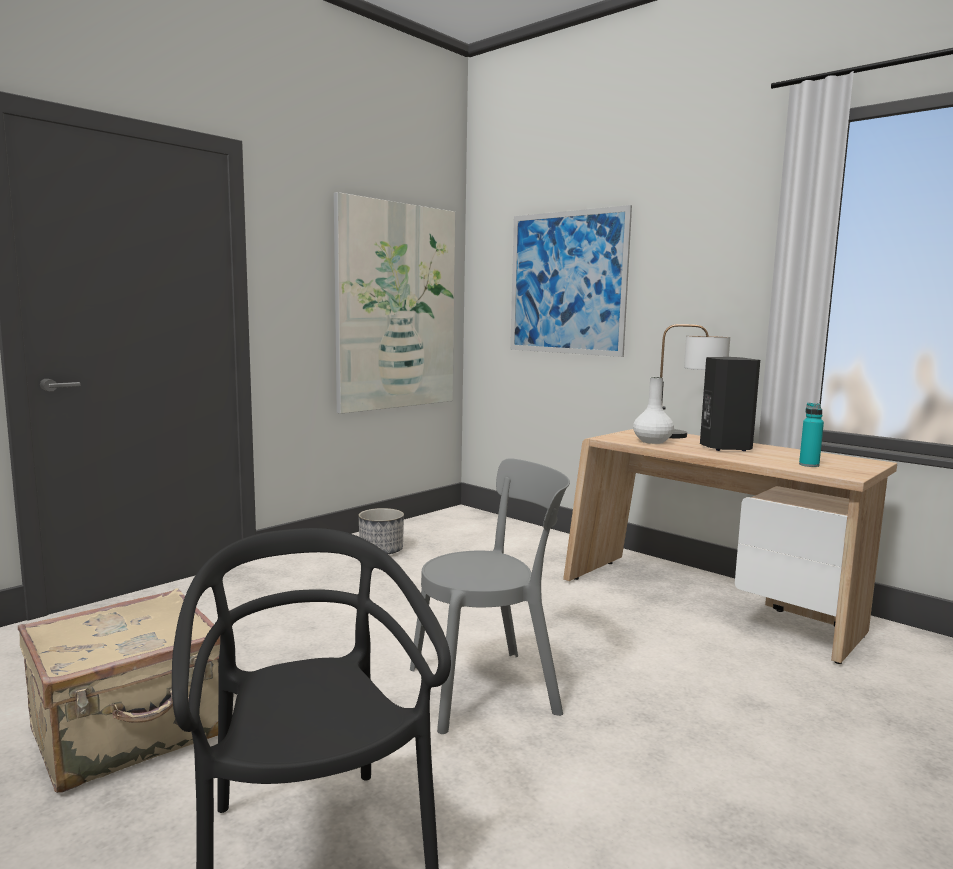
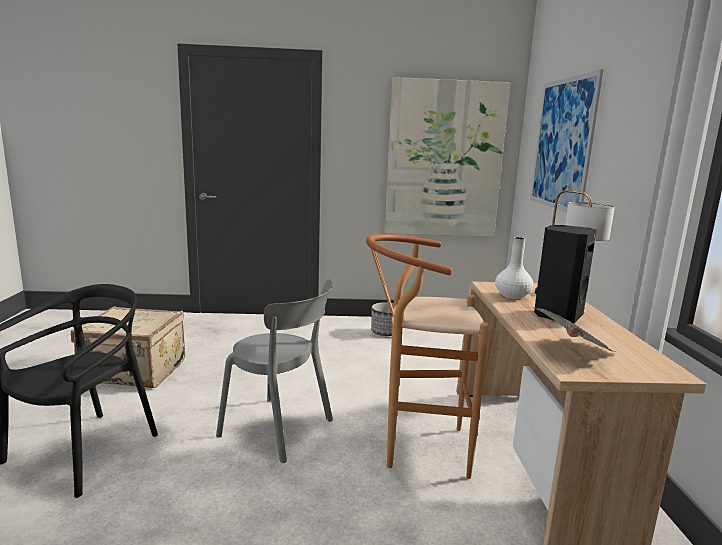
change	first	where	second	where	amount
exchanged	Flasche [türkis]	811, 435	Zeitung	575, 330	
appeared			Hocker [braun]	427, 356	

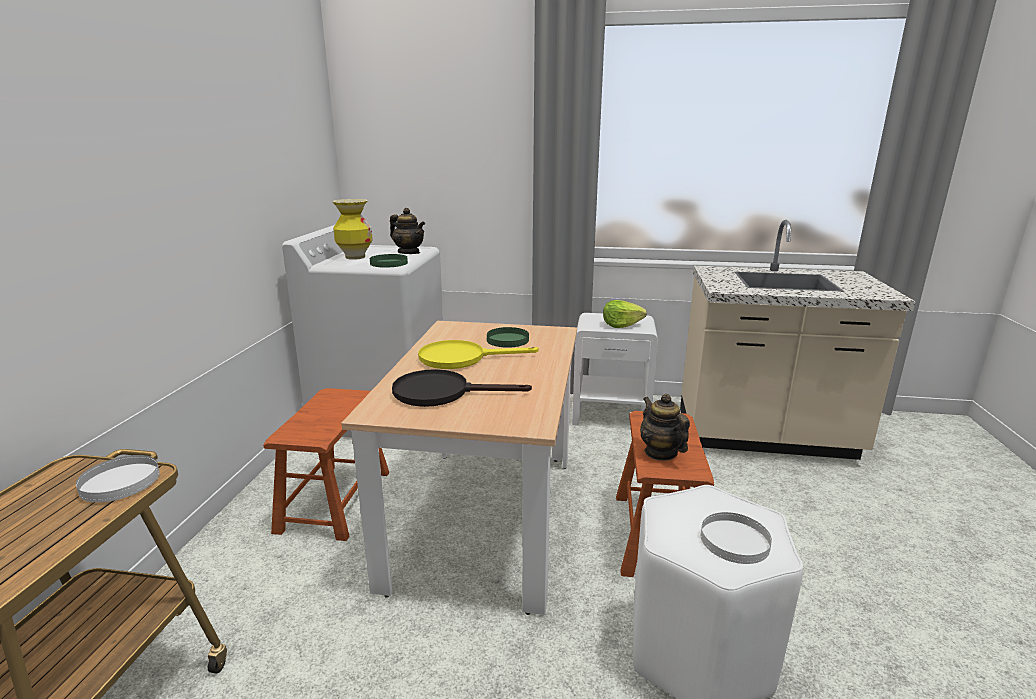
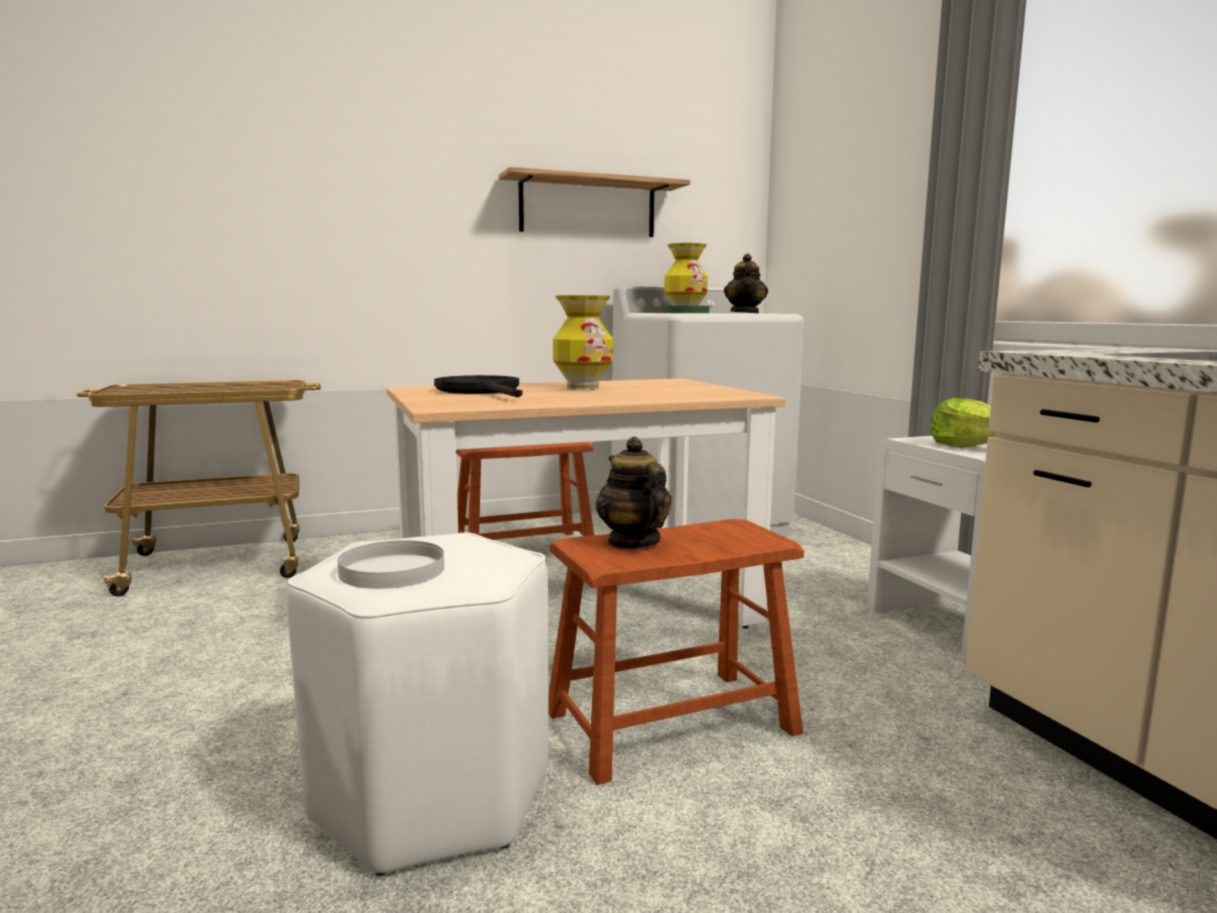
change	first	where	second	where	amount
missing	Teller [grün]	508, 337			
exchanged	Pfanne [gelb]	478, 354	Vase	583, 342	
spun	Teekanne	665, 427		634, 493	60 degrees counterclockwise
missing	Teller [weiß]	118, 478			
appeared			Wandregal	594, 202	

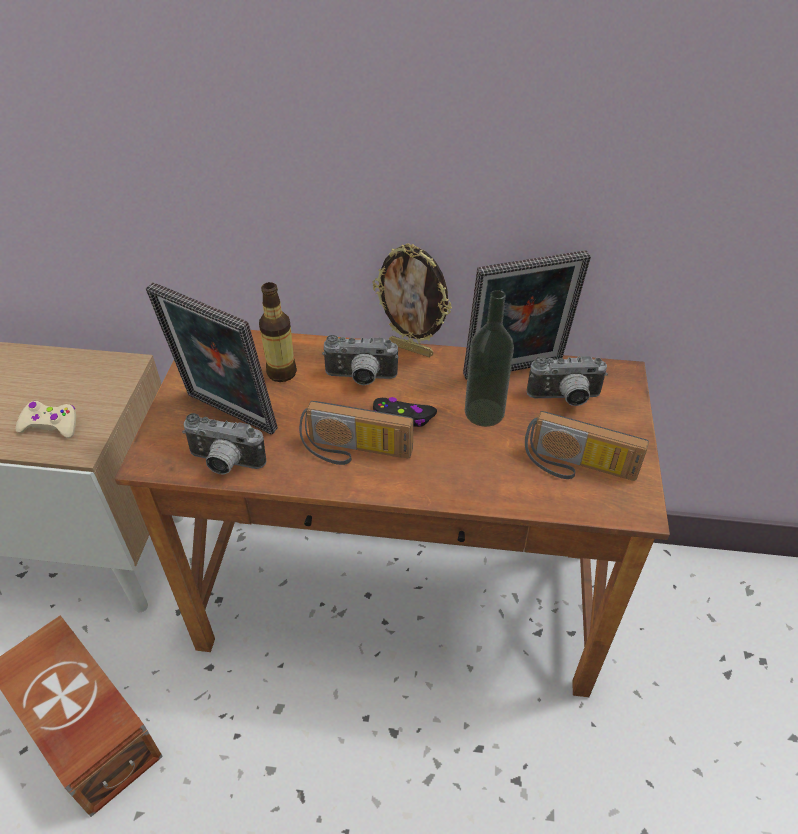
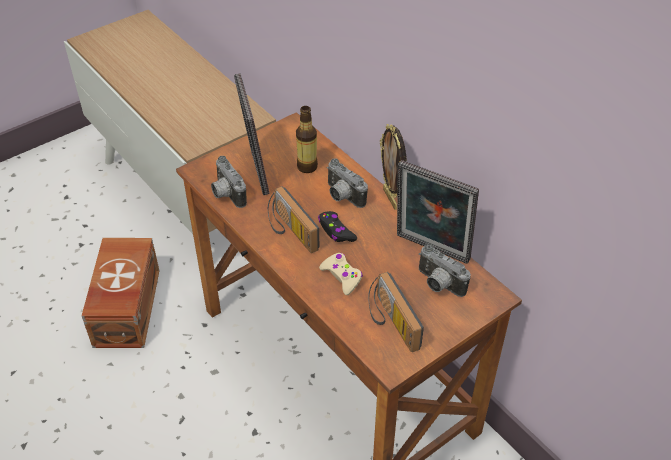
change	first	where	second	where	amount
missing	Flasche	489, 358			
relocated	Gamepad [beige]	46, 419		341, 274	

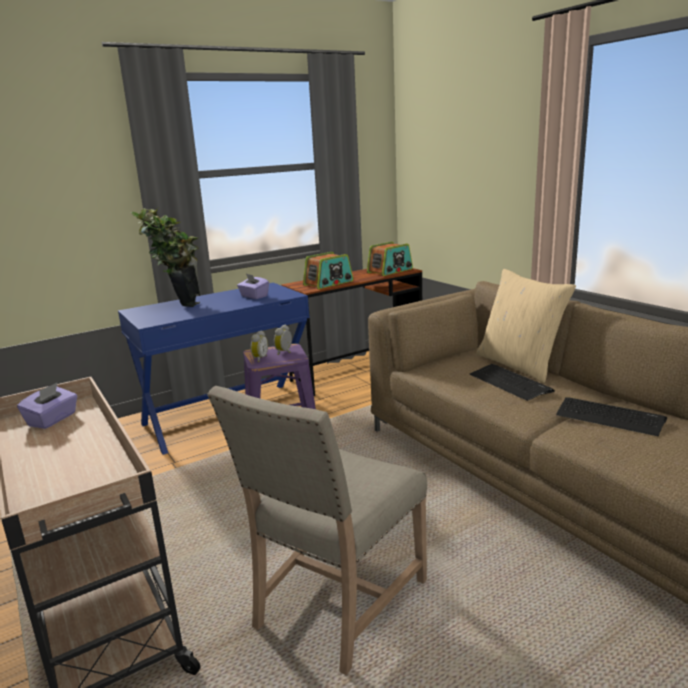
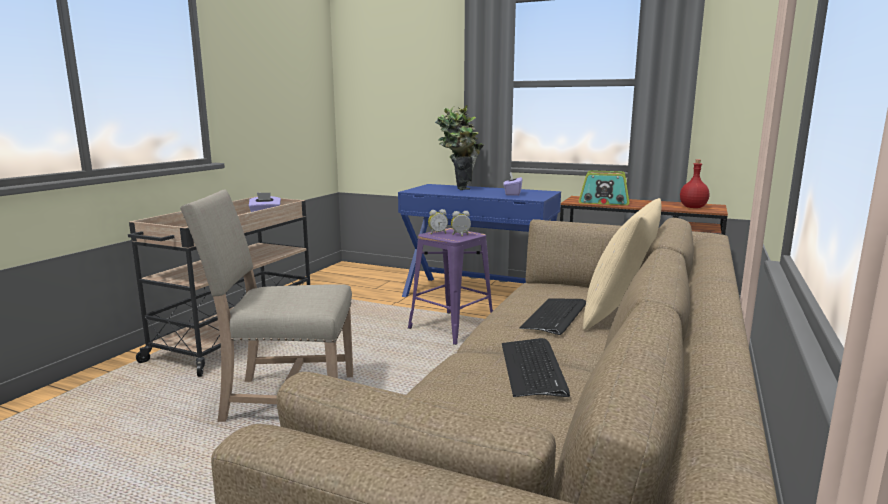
change	first	where	second	where	amount
exchanged	Radio	390, 259	Flasche [rot]	694, 184	

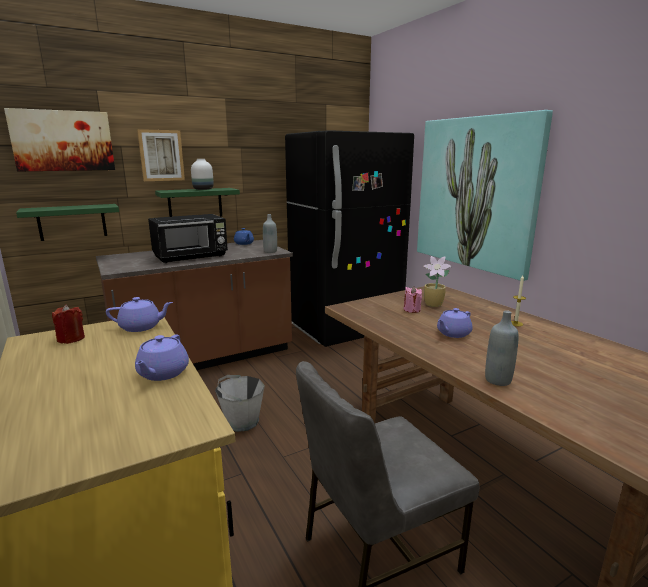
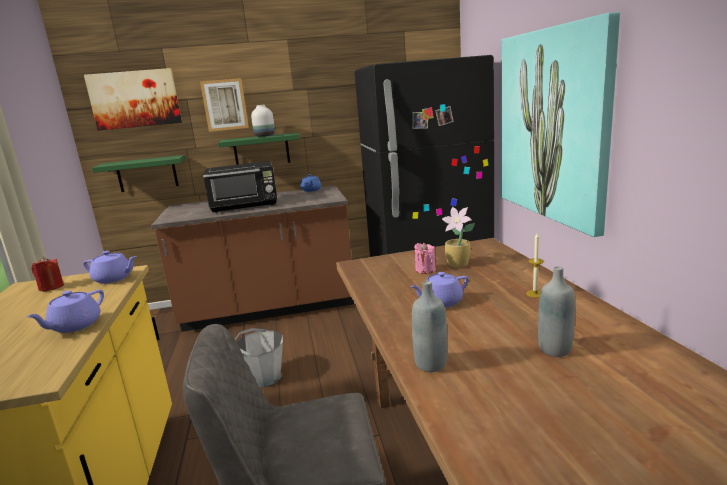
change	first	where	second	where	amount
relocated	Flasche [grau]	270, 233		556, 311	

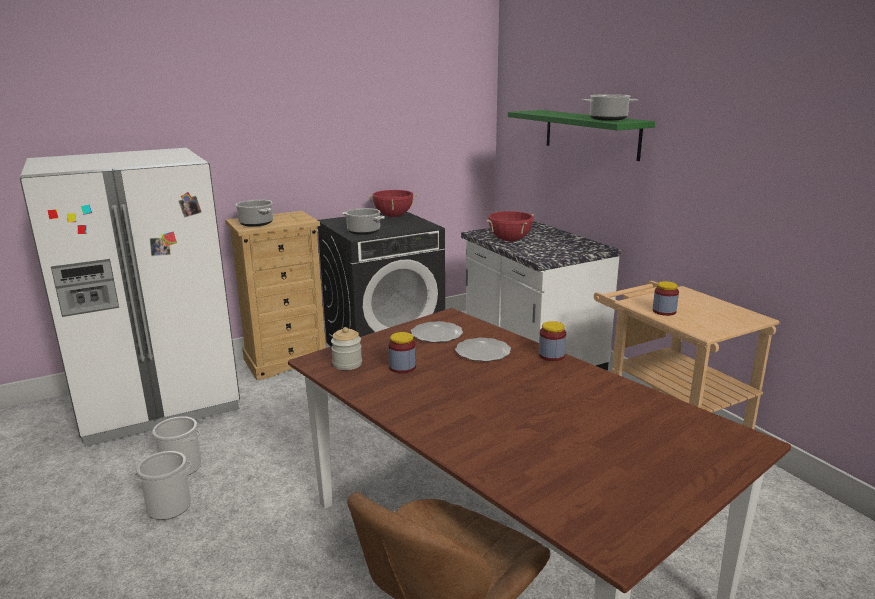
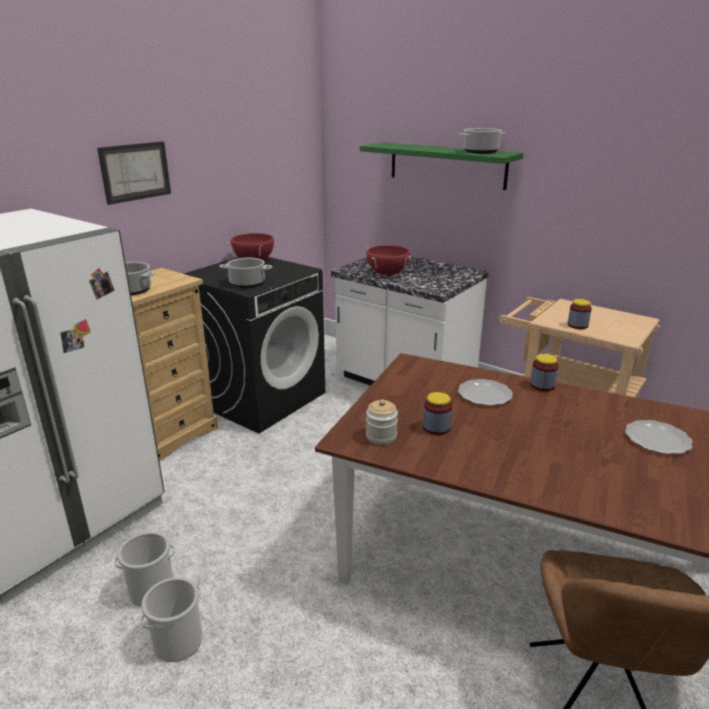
change	first	where	second	where	amount
relocated	Teller	437, 332		659, 437	
appeared			Bild	134, 173	

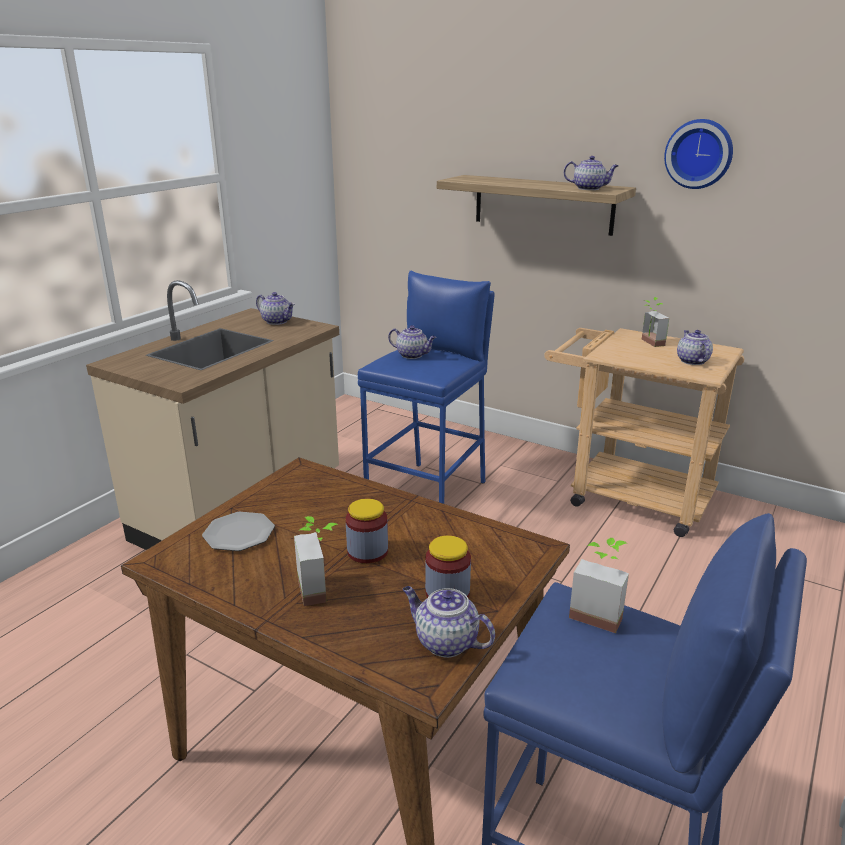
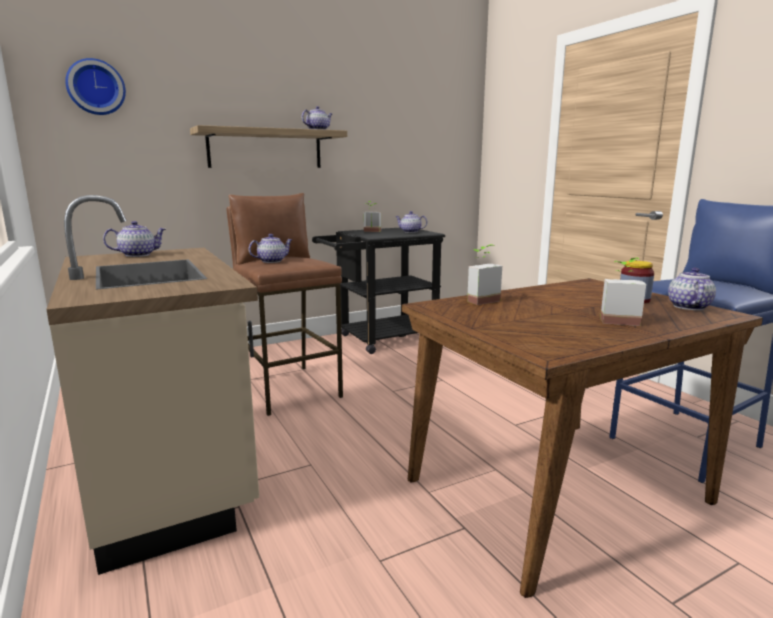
change	first	where	second	where	amount
relocated	Wanduhr	698, 154		95, 86	
colour	Hocker [blau]	426, 387	Hocker [braun]	285, 304	
colour	Rollwagen [beige]	644, 432	Rollwagen [schwarz]	378, 291	
missing	Vorratsglas	367, 531			
missing	Teller	238, 531			
relocated	Topfpflanze	599, 585		484, 274	
spun	Teekanne	449, 622		692, 289	135 degrees clockwise

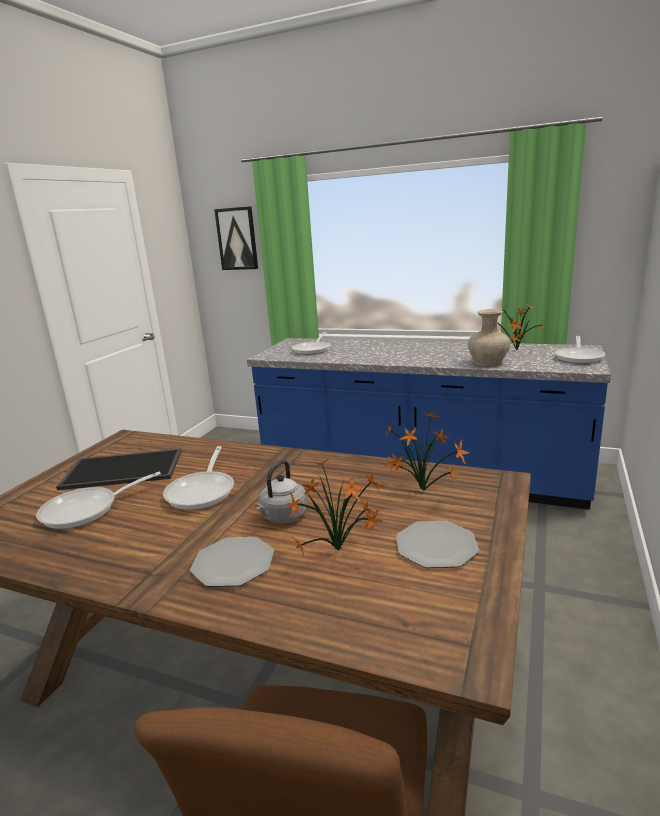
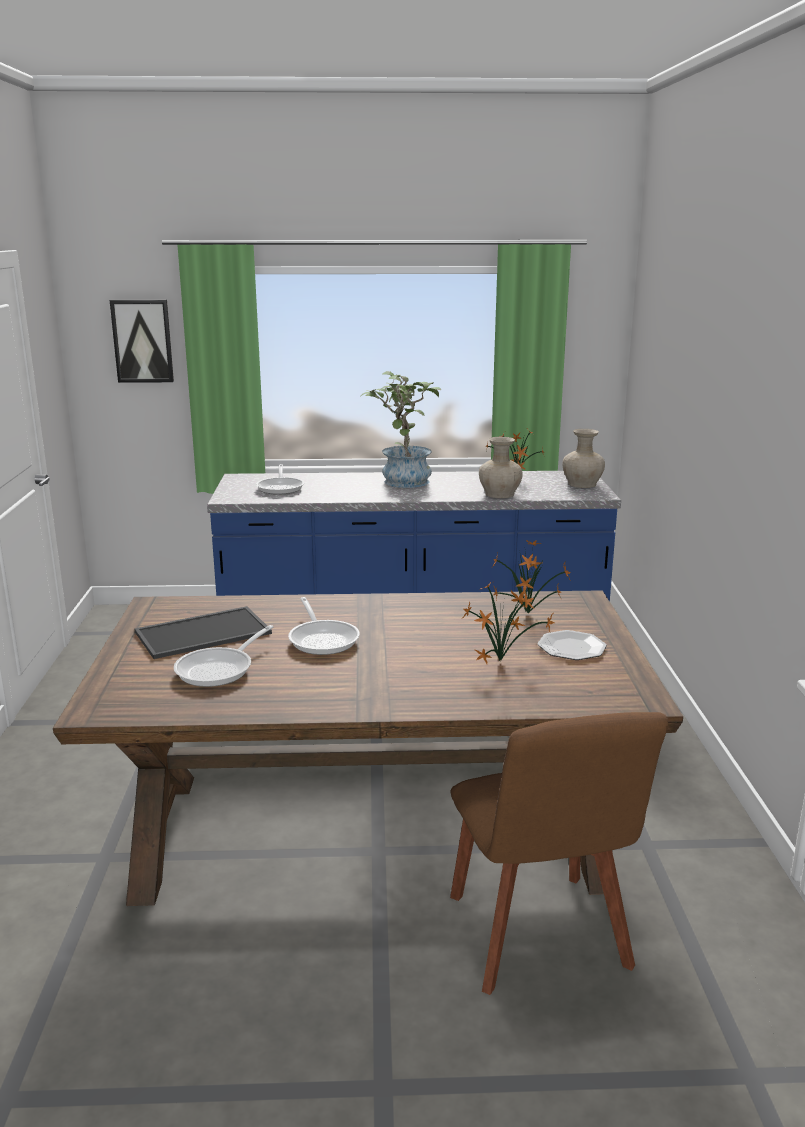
change	first	where	second	where	amount
exchanged	Pfanne	580, 350	Vase [beige]	584, 458	
missing	Wasserkessel [grau]	281, 491			
missing	Teller	232, 562			
appeared			Topfpflanze	400, 429	

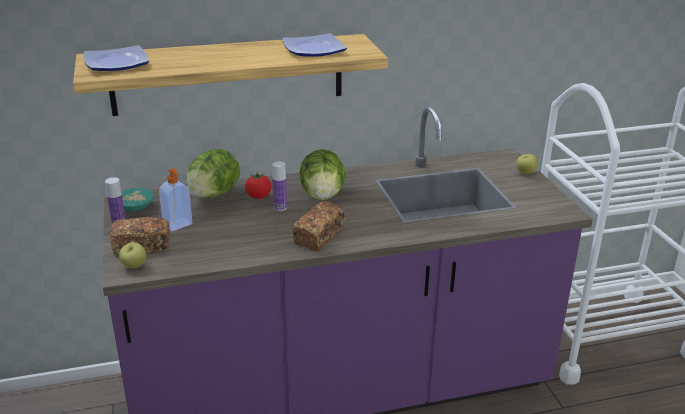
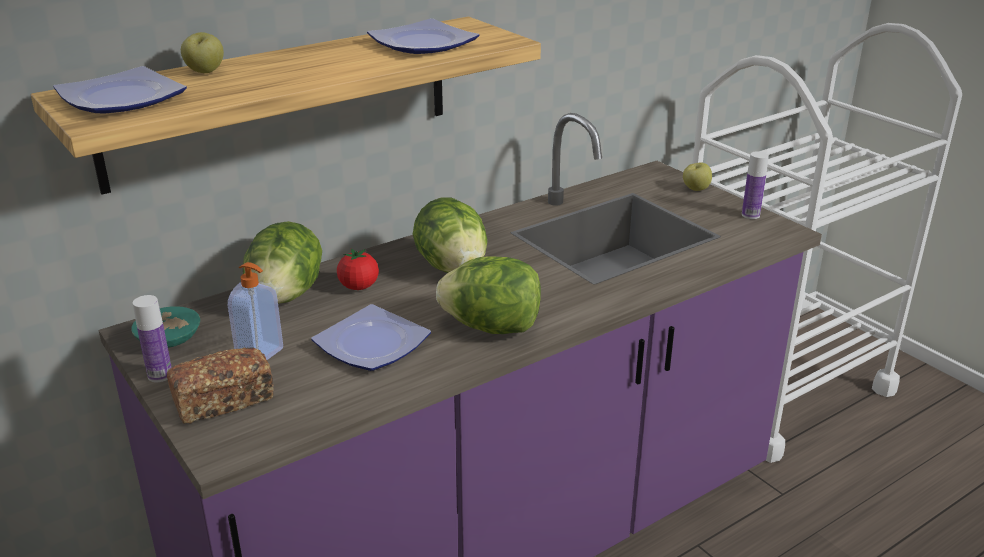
change	first	where	second	where	amount
relocated	Flasche	279, 186		755, 185	
exchanged	Brot	319, 226	Salatkopf	488, 295	
relocated	Apfel	132, 255		202, 52	
appeared			Teller	371, 337	

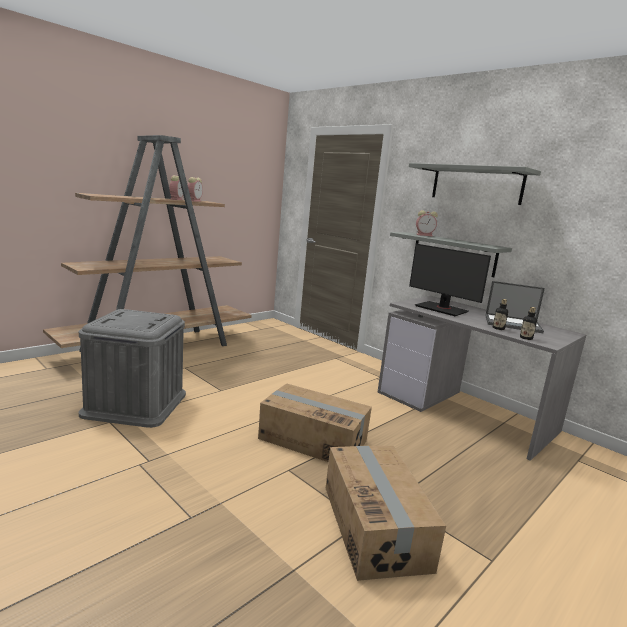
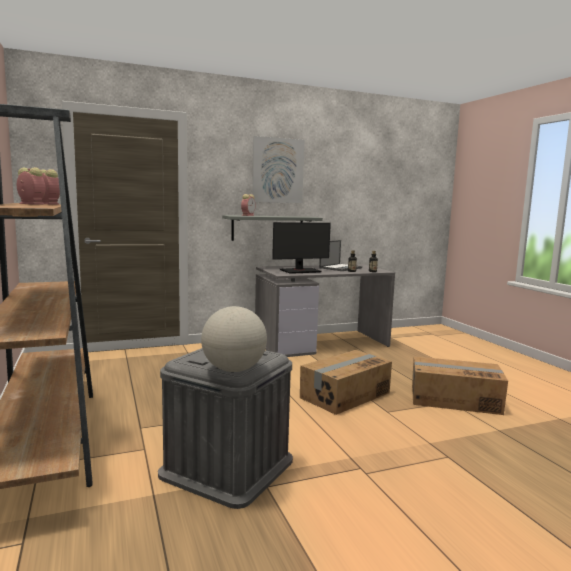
change	first	where	second	where	amount
exchanged	Wandregal [grau]	475, 184	Bild	278, 169	
appeared			Globus	234, 339	

